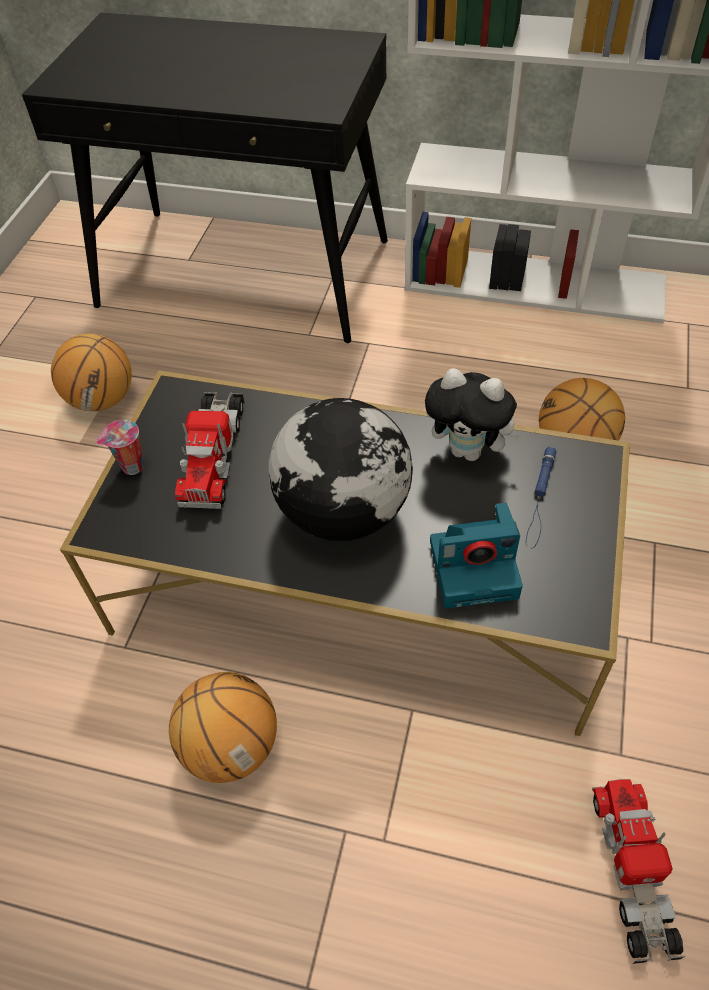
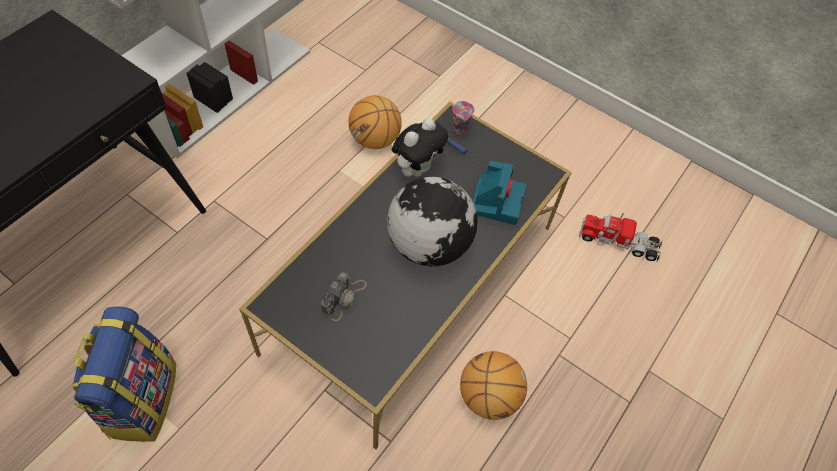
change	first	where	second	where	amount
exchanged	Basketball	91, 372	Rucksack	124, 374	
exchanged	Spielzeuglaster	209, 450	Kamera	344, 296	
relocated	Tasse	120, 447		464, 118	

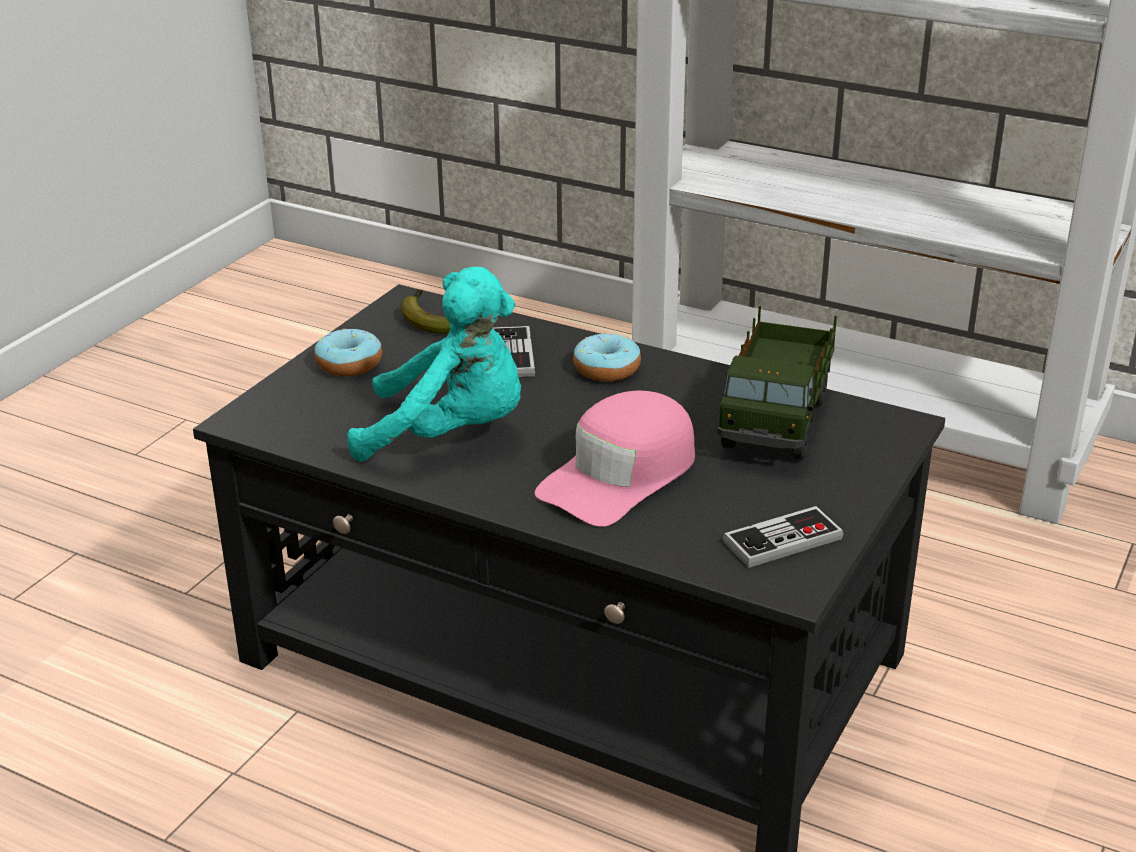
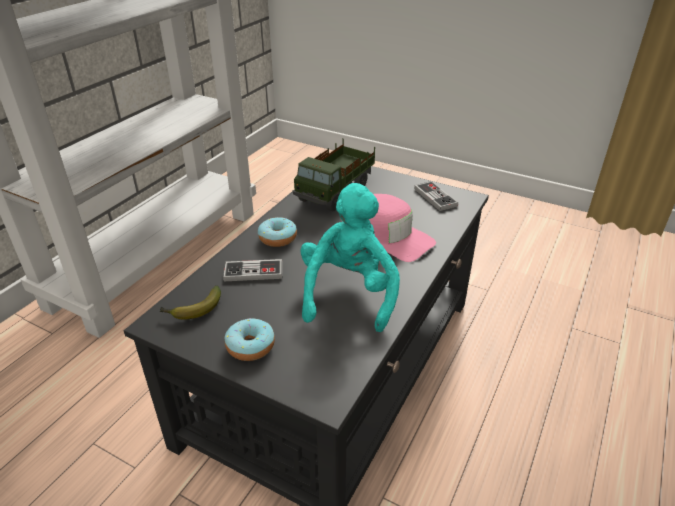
change	first	where	second	where	amount
spun	Spielzeuglaster	777, 383		333, 174	105 degrees clockwise

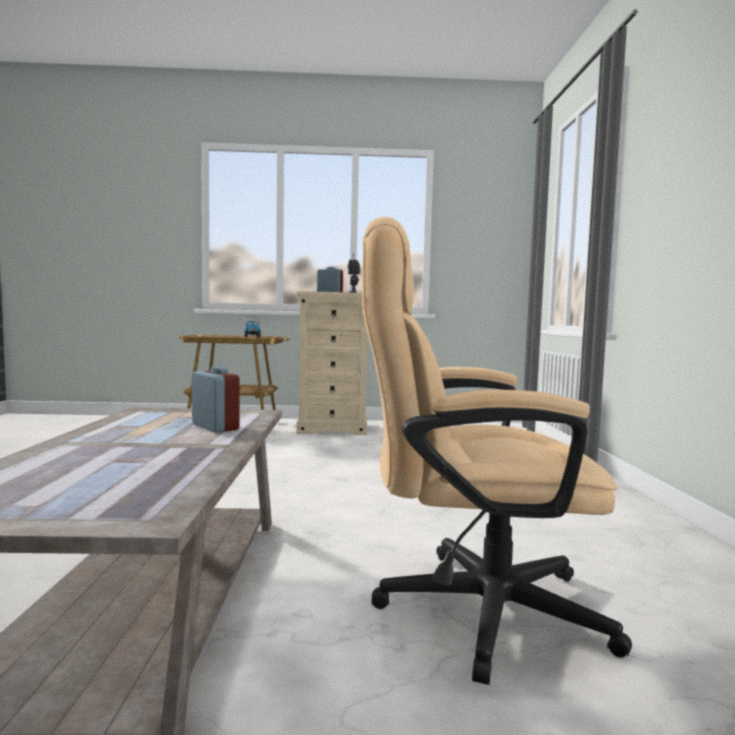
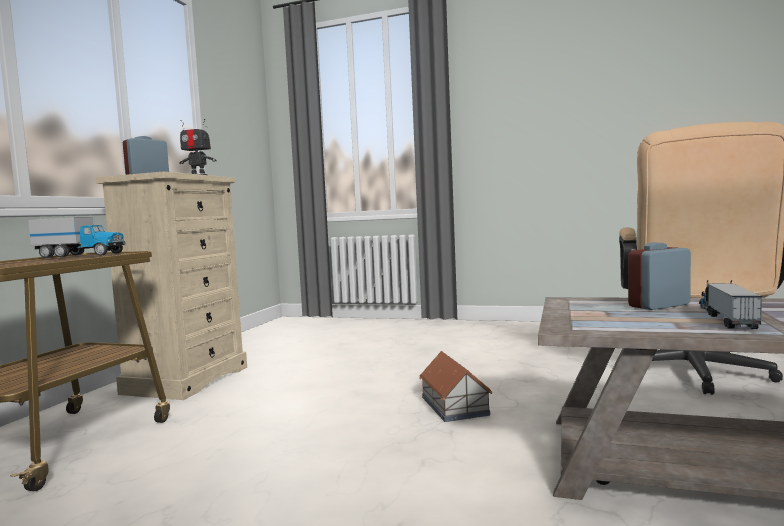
change	first	where	second	where	amount
appeared			Spielzeuglaster	731, 304	
appeared			Spielzeughaus	455, 386	

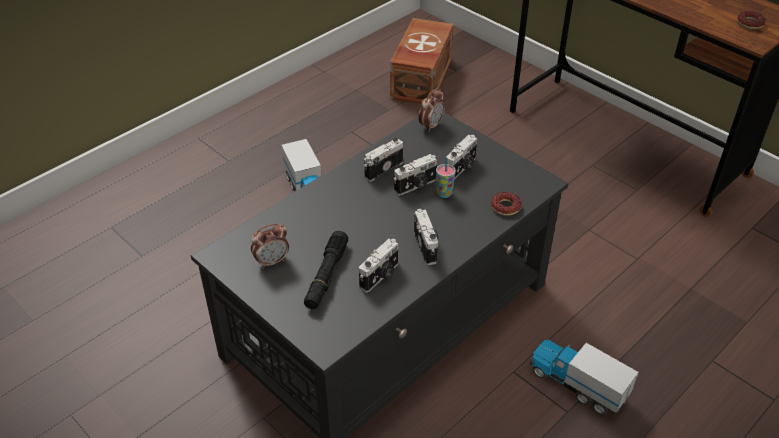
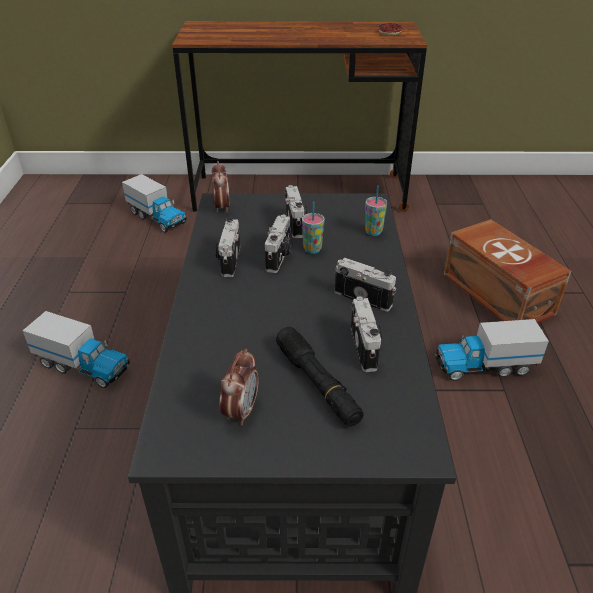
change	first	where	second	where	amount
relocated	Aufbewahrungsbox [braun]	421, 61		507, 271	
exchanged	Donut	506, 204	Tasse	376, 211	
appeared			Spielzeuglaster	154, 203	

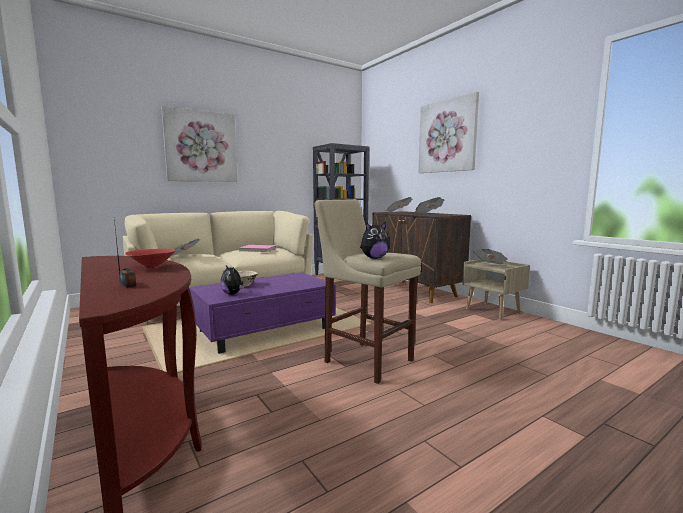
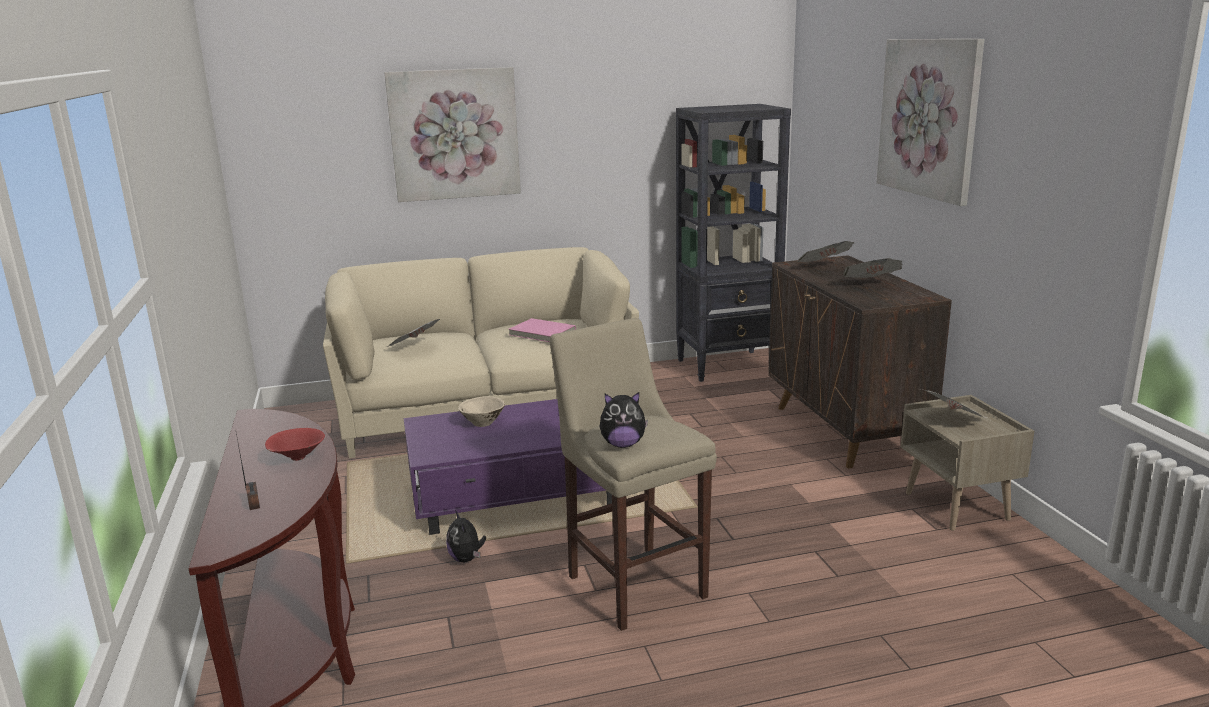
change	first	where	second	where	amount
relocated	Plüschtier	232, 280		466, 536	

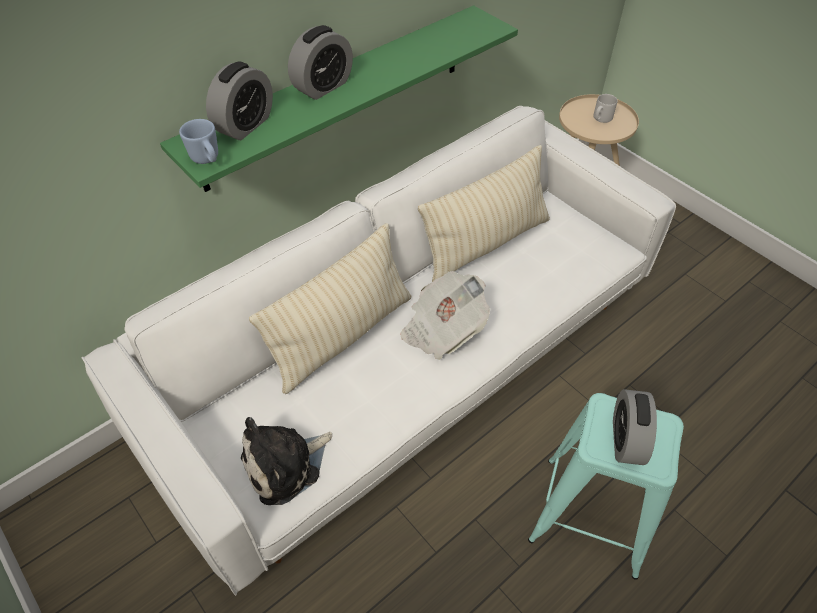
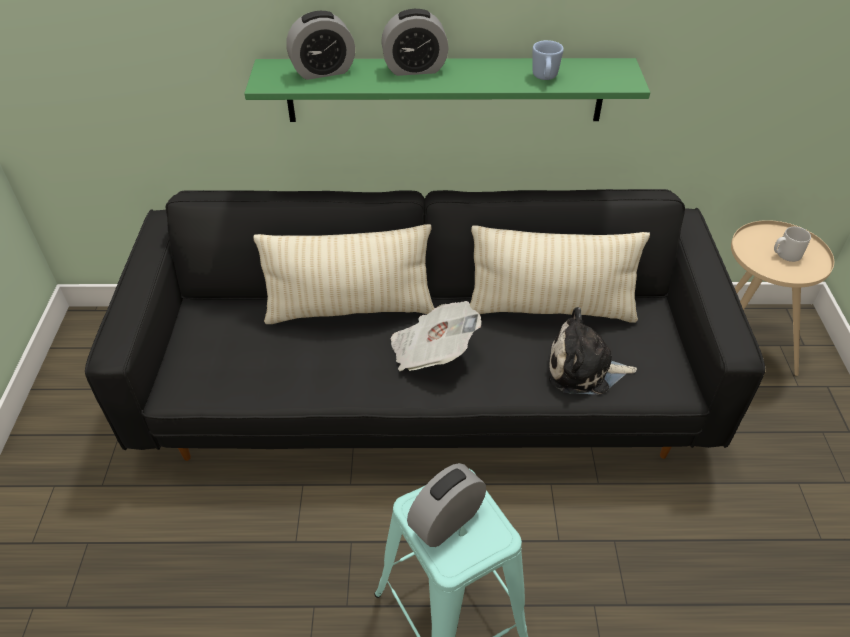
change	first	where	second	where	amount
colour	Sofa [weiß]	379, 351	Sofa [schwarz]	425, 325	
relocated	Henkelbecher [blau]	198, 141		548, 60	
relocated	Plüschtier	286, 461		593, 350	

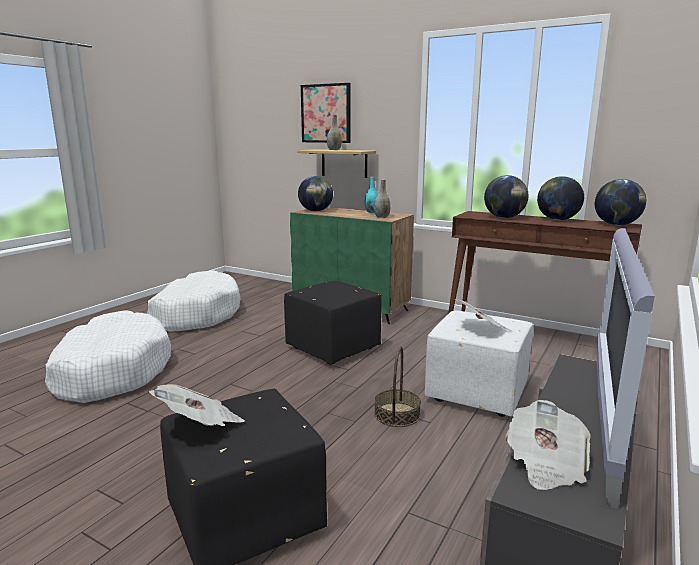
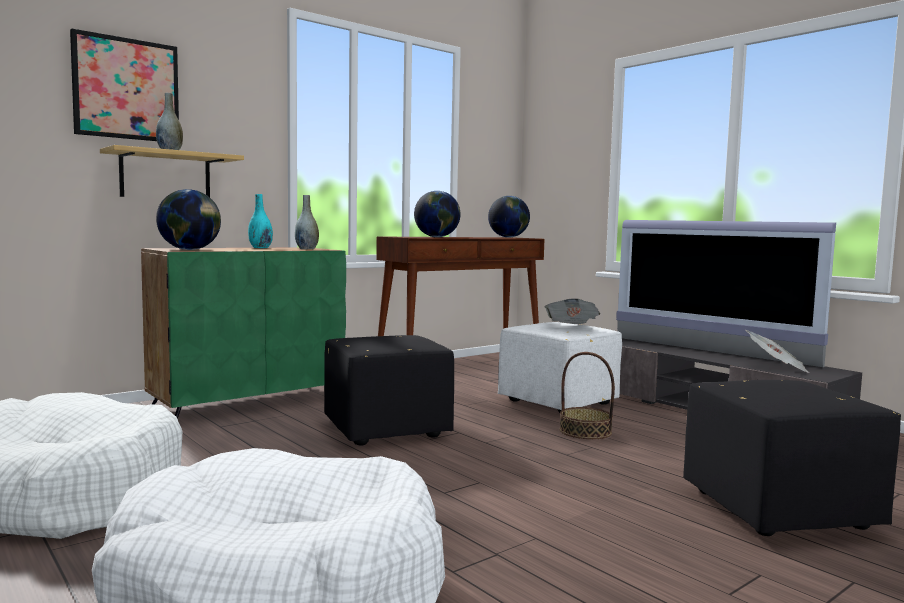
change	first	where	second	where	amount
missing	Globus	560, 198			
missing	Zeitung	197, 405			

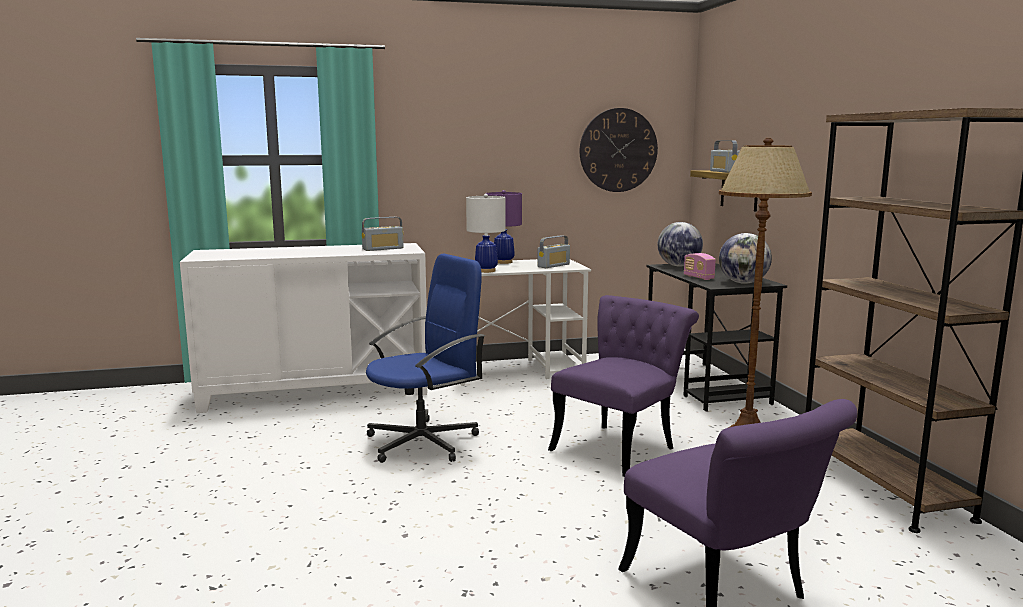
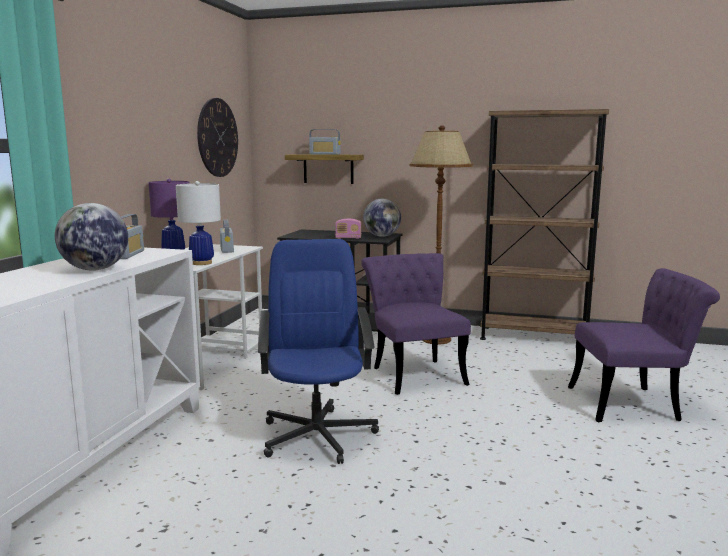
change	first	where	second	where	amount
relocated	Globus	680, 244		91, 237	

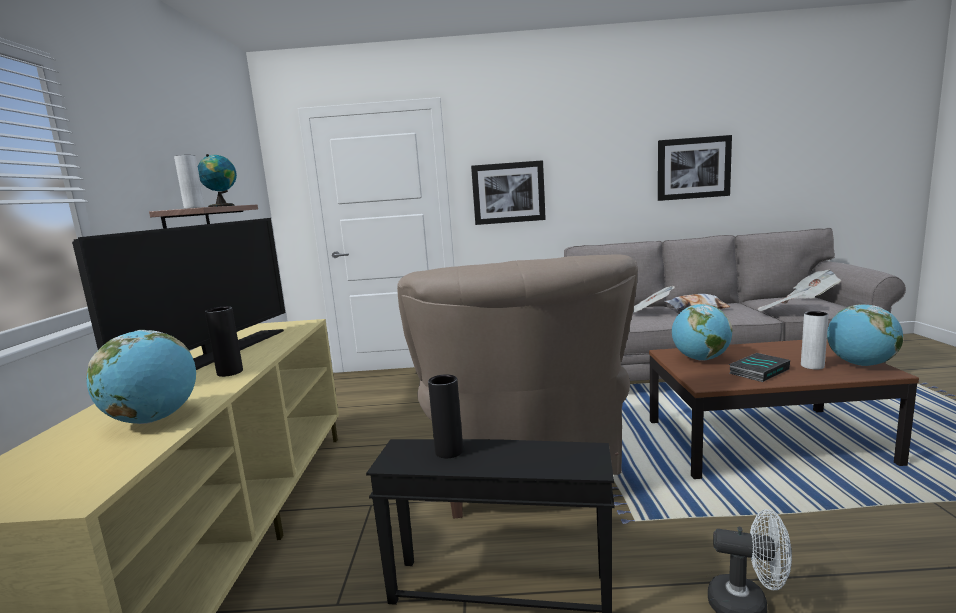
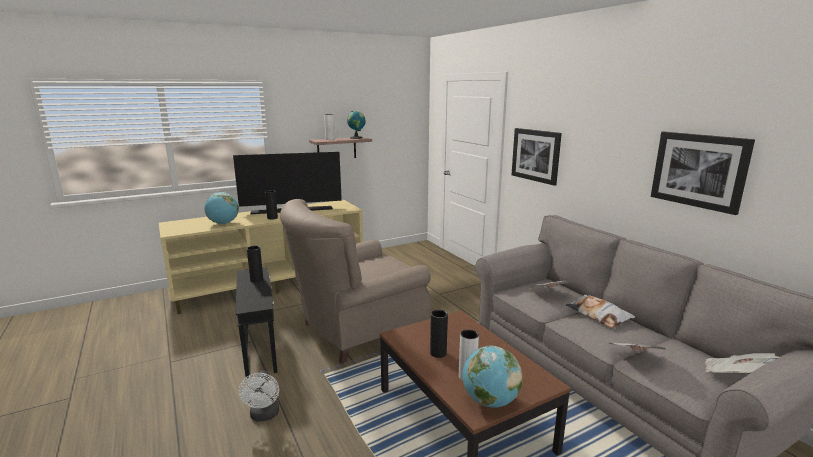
change	first	where	second	where	amount
missing	Globus	702, 332			
exchanged	Buch	759, 367	Vase [schwarz]	439, 334	

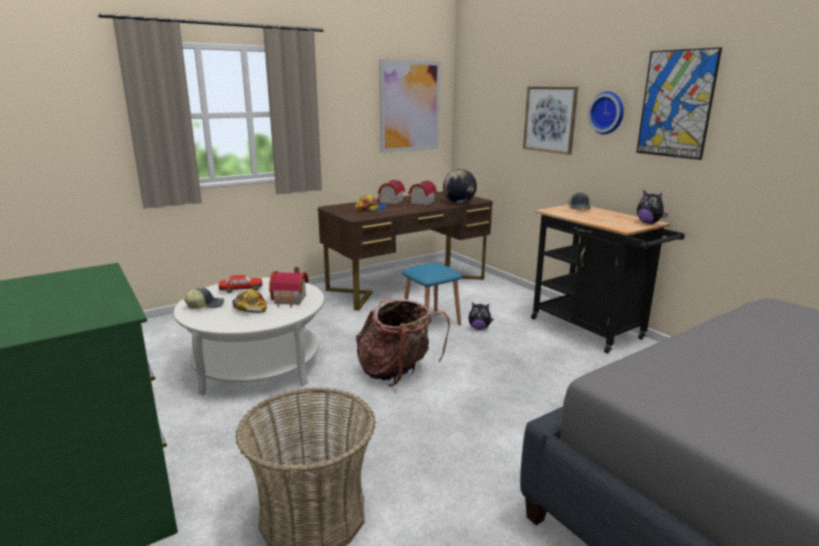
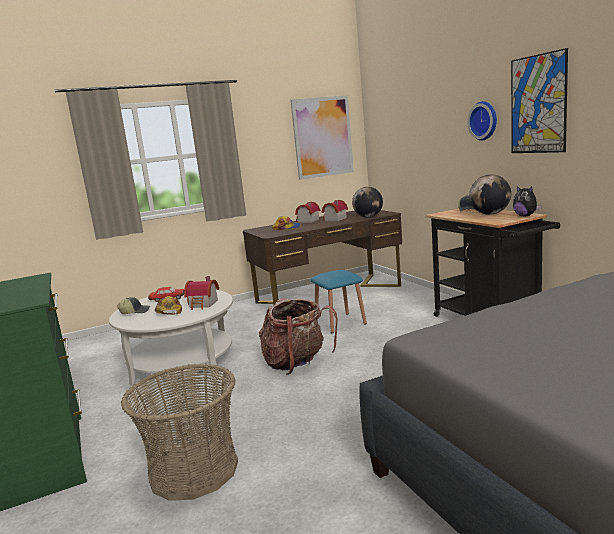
change	first	where	second	where	amount
missing	Bild	550, 121			
missing	Plüschtier	481, 316			
appeared			Globus	490, 195	

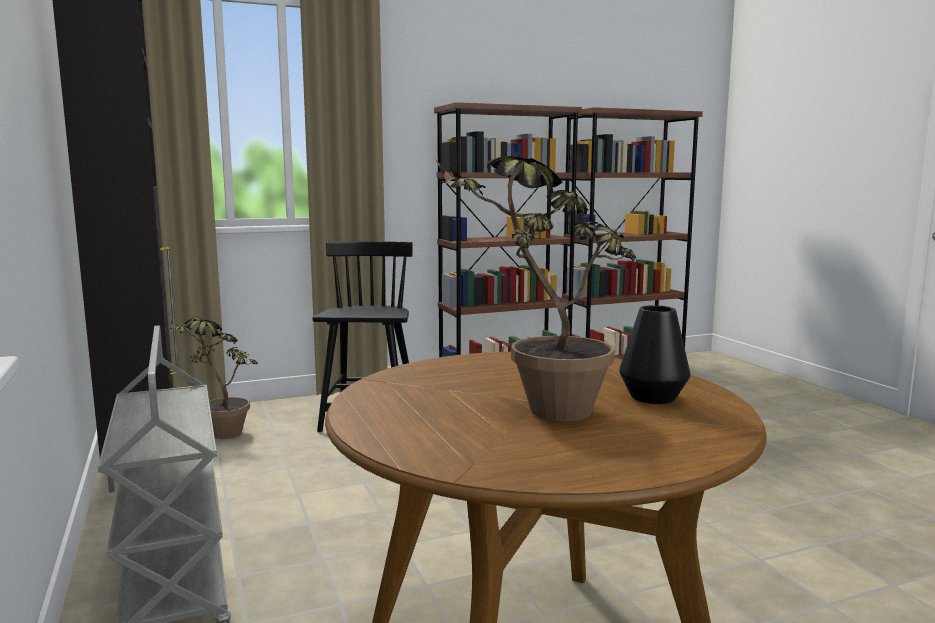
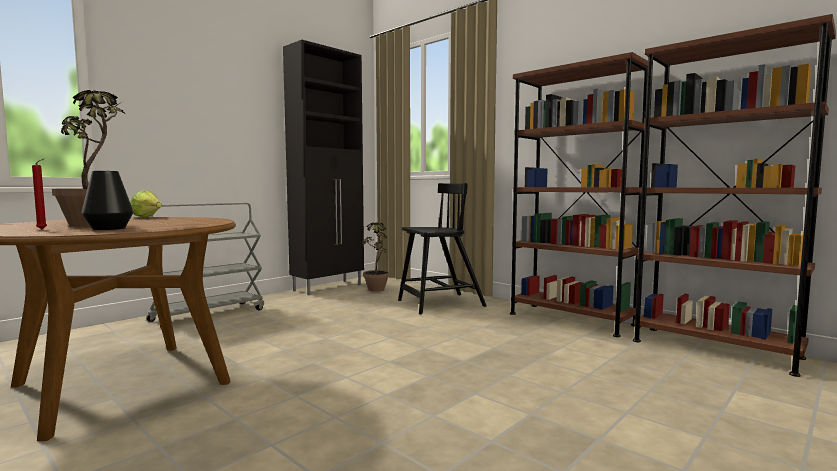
change	first	where	second	where	amount
appeared			Kerze [rot]	39, 193	
appeared			Salatkopf	146, 203	

